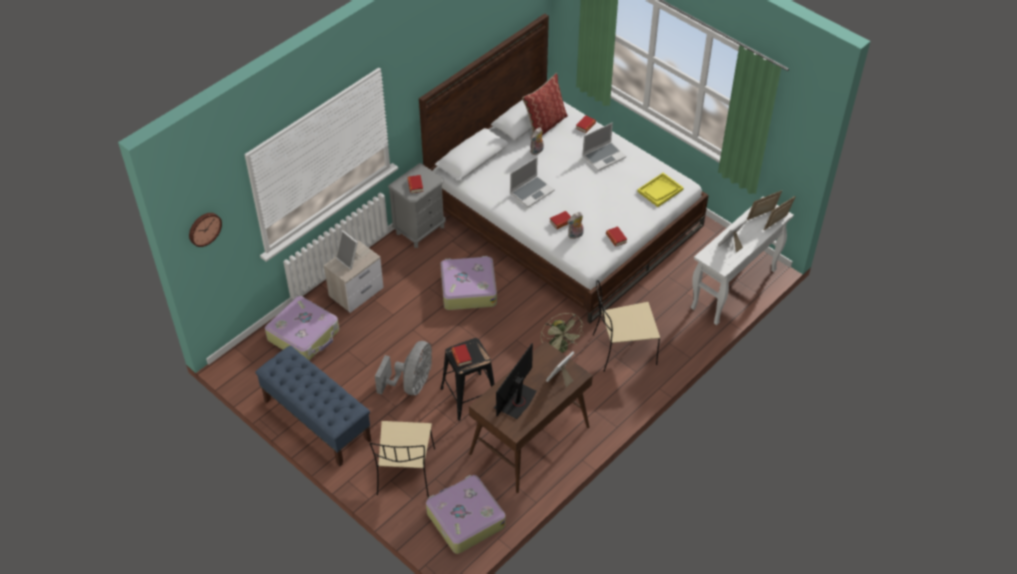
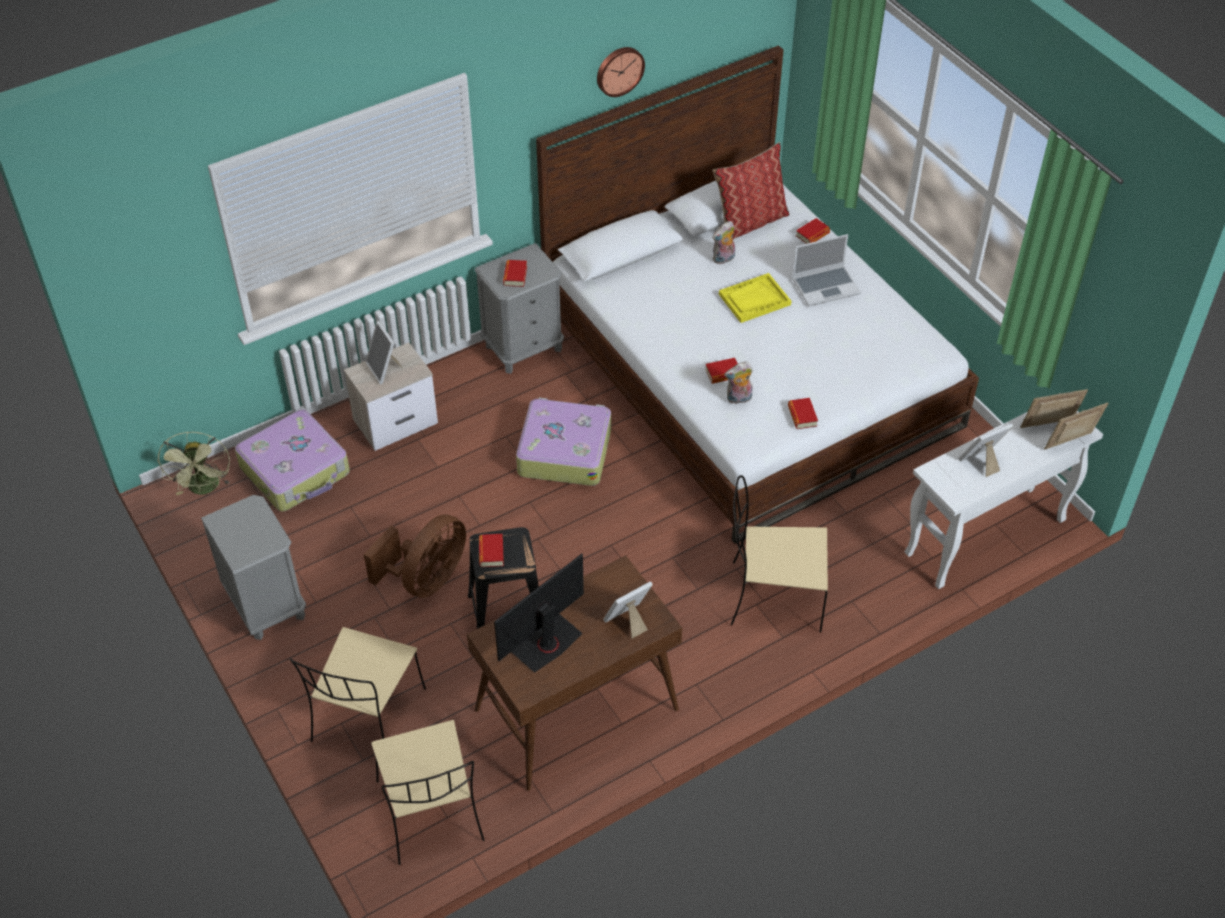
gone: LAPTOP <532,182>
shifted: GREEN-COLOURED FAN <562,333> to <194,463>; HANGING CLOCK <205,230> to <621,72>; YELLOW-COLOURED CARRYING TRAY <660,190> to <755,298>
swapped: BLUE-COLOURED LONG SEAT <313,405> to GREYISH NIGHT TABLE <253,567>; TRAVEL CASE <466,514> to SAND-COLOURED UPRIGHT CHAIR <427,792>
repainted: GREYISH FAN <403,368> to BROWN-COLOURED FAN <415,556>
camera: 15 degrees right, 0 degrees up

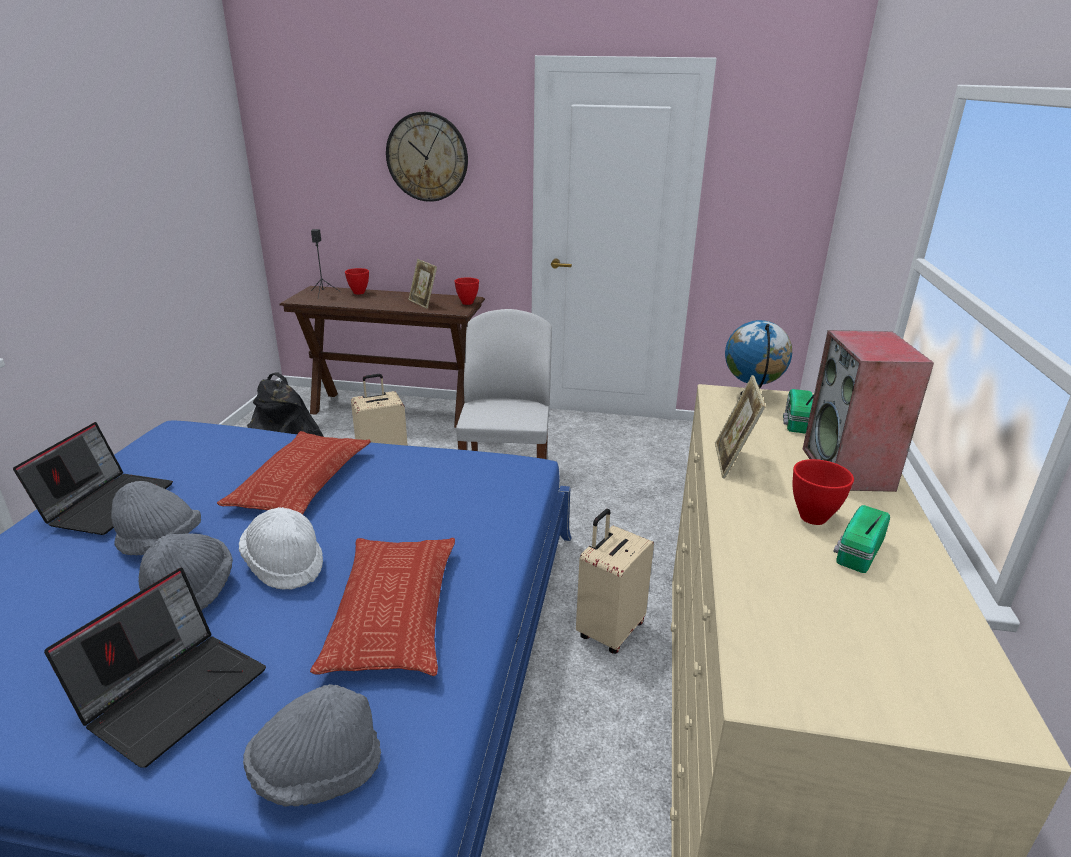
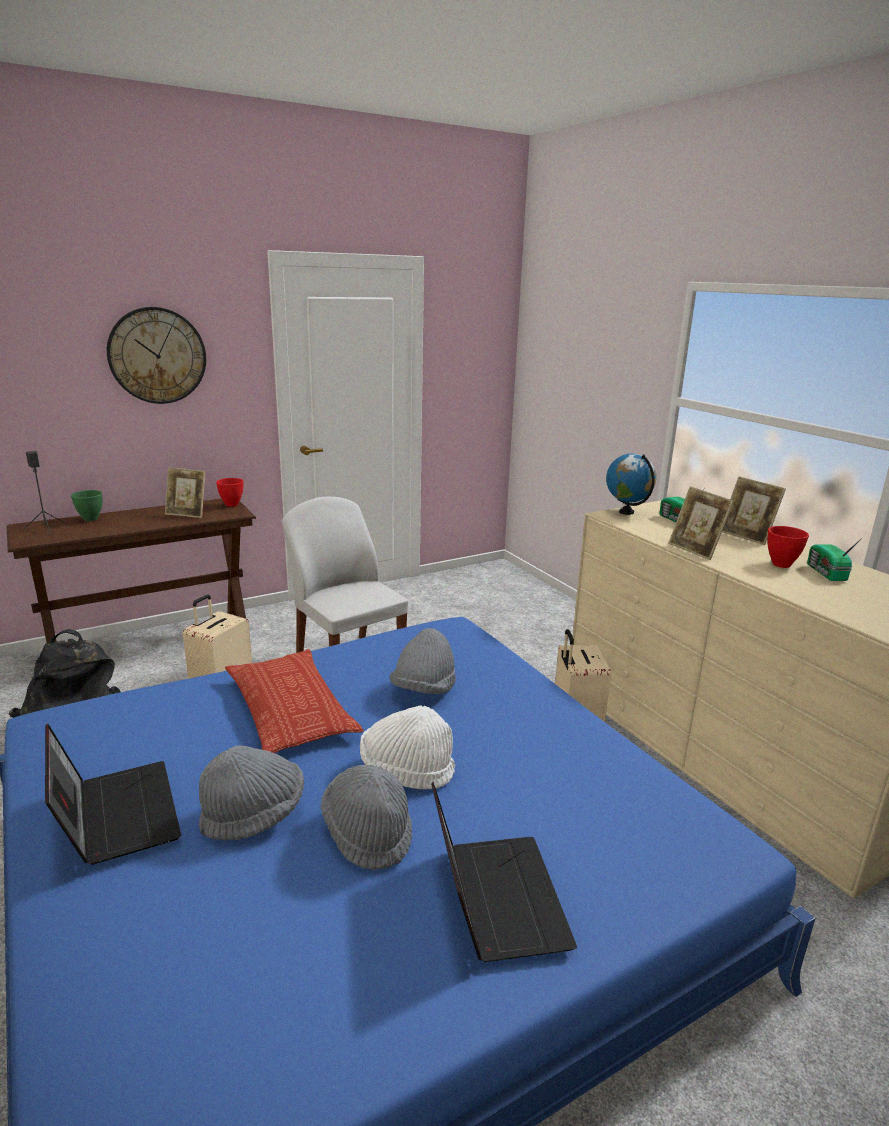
gone: PILLOW <382,607>
shifted: GREYISH HAT <312,745> to <422,661>
swapped: LOUDSPEAKER <868,411> to PHOTO FRAME <754,510>
repainted: REDDISH DEEP DISH <357,281> to GREEN-COLOURED DEEP DISH <86,505>
camera: 40 degrees left, 5 degrees down

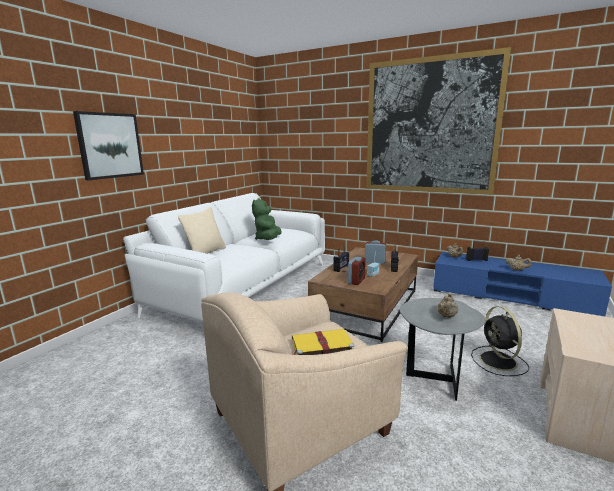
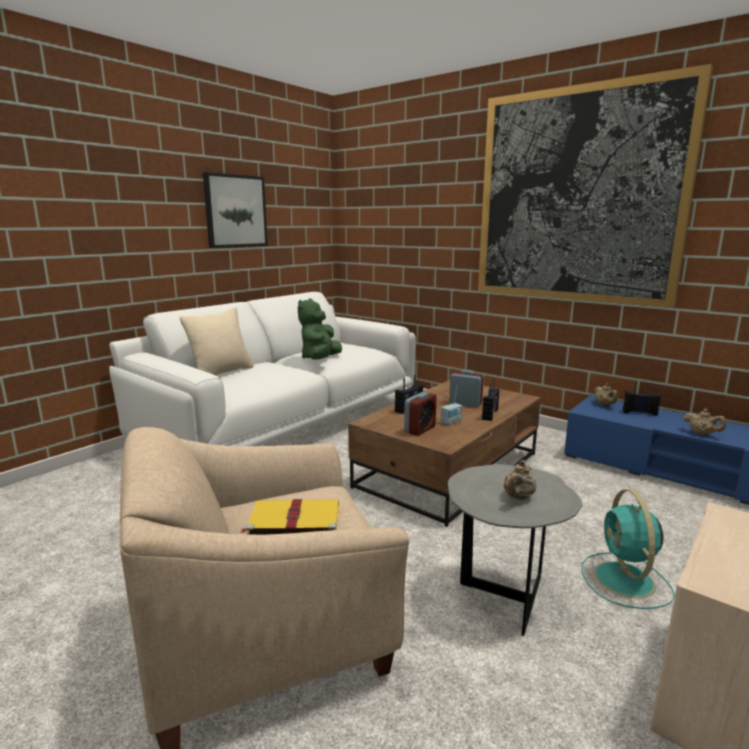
shifted: WALL ART <108,145> to <235,210>
repainted: BLACK-COLOURED FAN <500,341> to TURQUOISE FAN <628,549>
camera: 10 degrees right, 0 degrees up

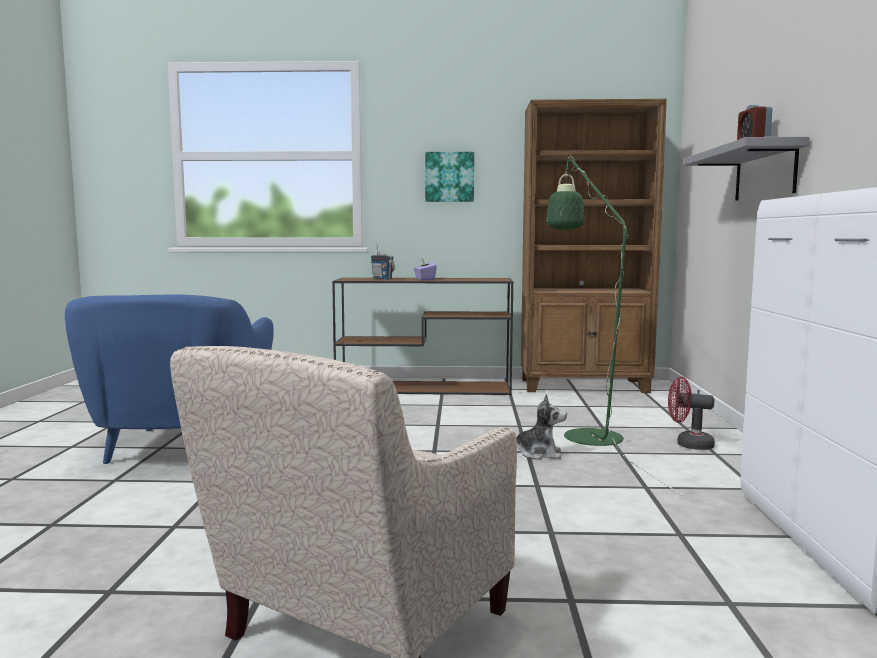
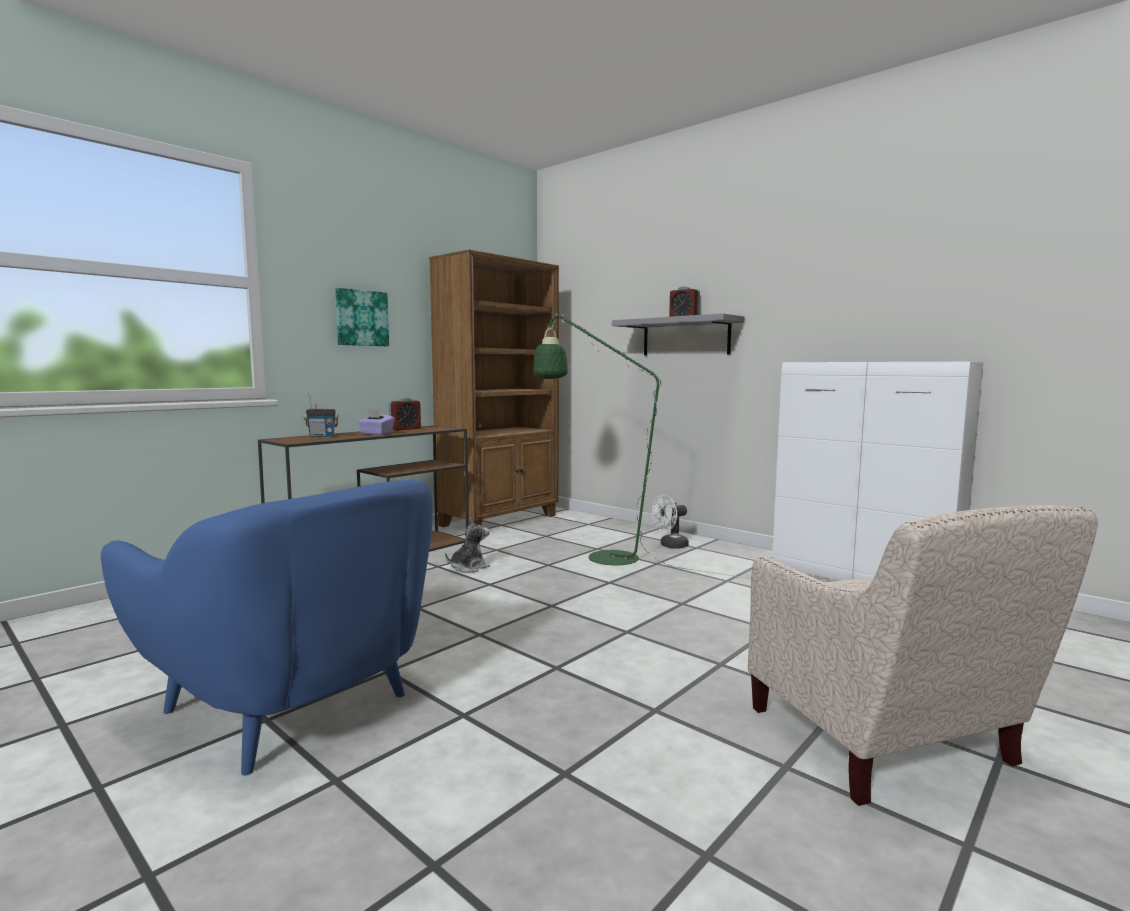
new: BEDSIDE CLOCK <405,414>
shifted: SOFT TOY <541,427> to <467,545>
repainted: REDDISH FAN <691,413> to WHITISH FAN <670,522>
camera: 50 degrees left, 0 degrees up

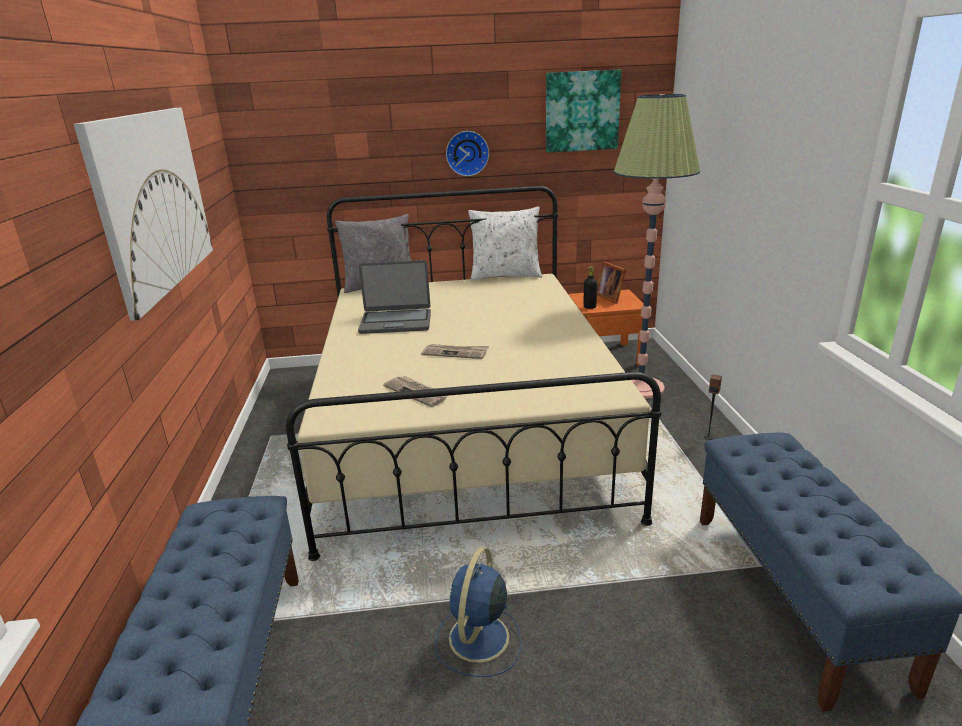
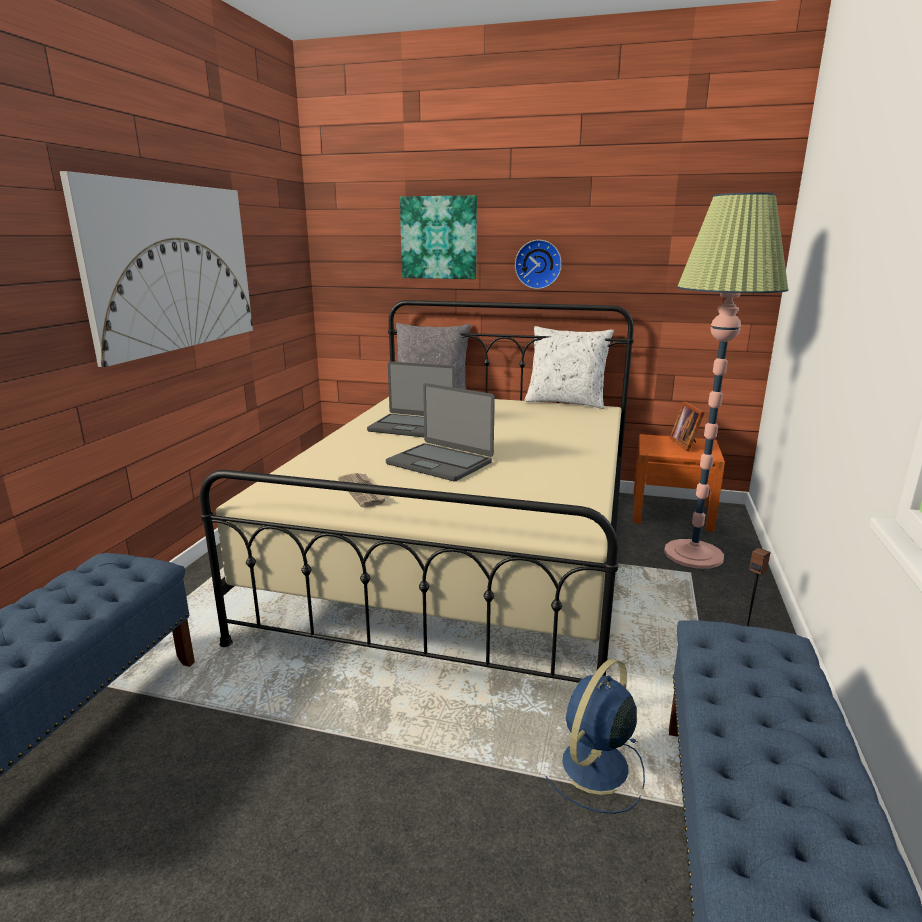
gone: BLACK-COLOURED BEVERAGE BOTTLE <591,287>
shifted: WALL ART <583,111> to <438,237>; BLUE-COLOURED FAN <478,612> to <595,736>
swapped: NEWSPAPER <455,351> to LAPTOP <440,432>
camera: 20 degrees right, 5 degrees down

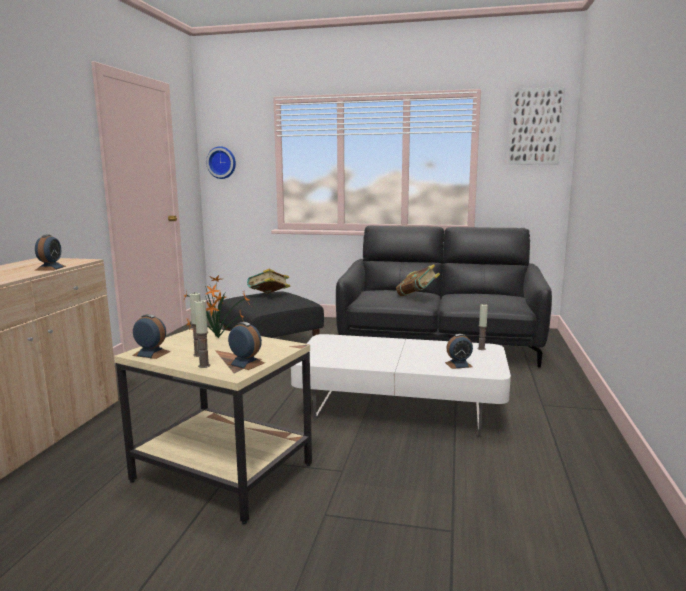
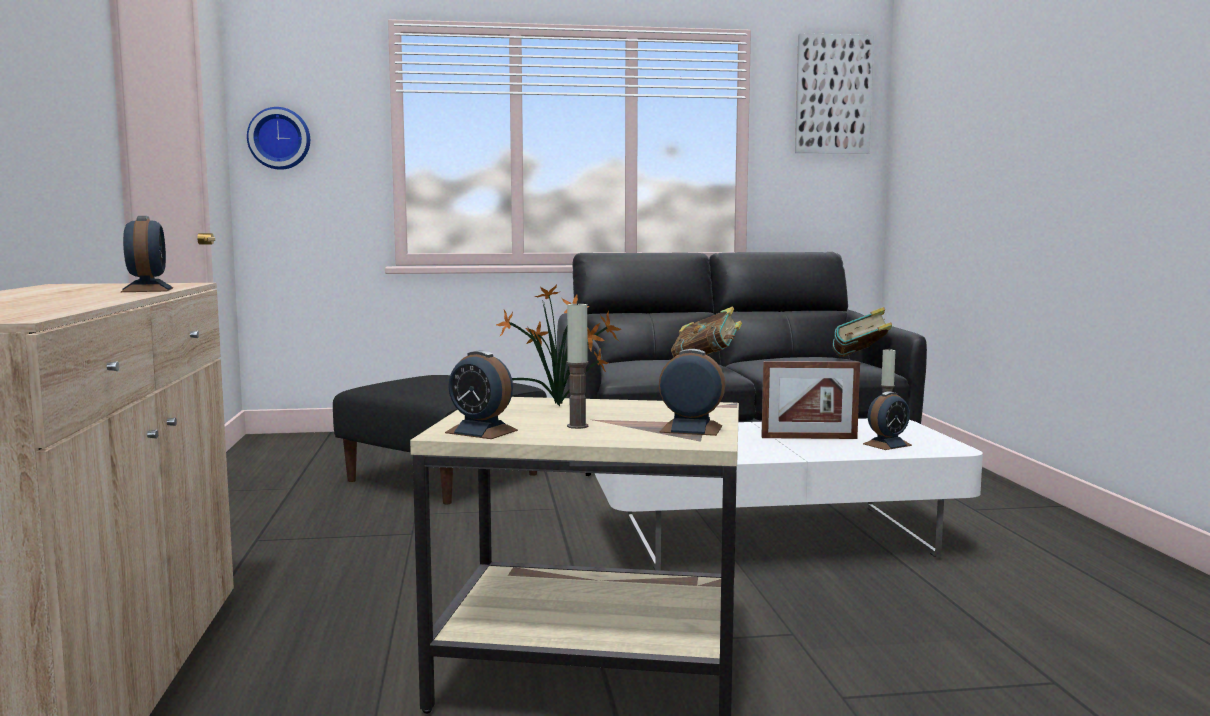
gone: WAX LIGHT <202,333>
new: PHOTO FRAME <810,400>
shifted: BOOK <268,281> to <862,332>
rotated: BEDSIDE CLOCK <151,336> = <481,394> 150 degrees counterclockwise
camera: 20 degrees left, 5 degrees down

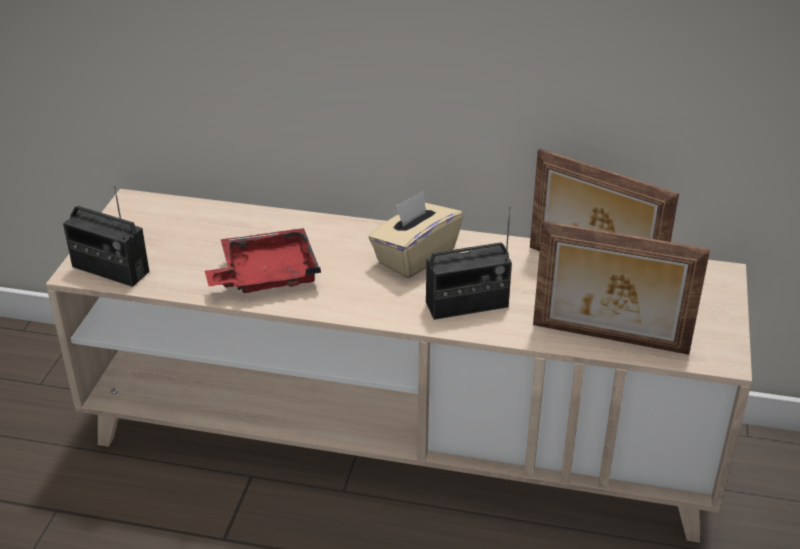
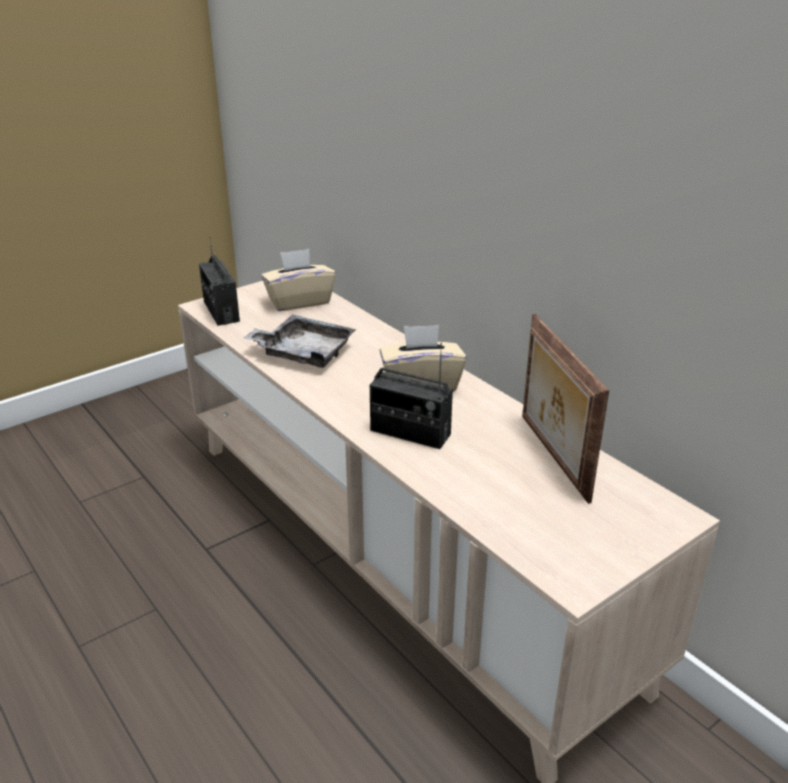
gone: PHOTO FRAME <621,288>
new: SAND-COLOURED BOX OF TISSUES <298,280>
repainted: REDDISH CARRYING TRAY <263,260> to GREYISH CARRYING TRAY <299,341>
camera: 40 degrees right, 5 degrees down

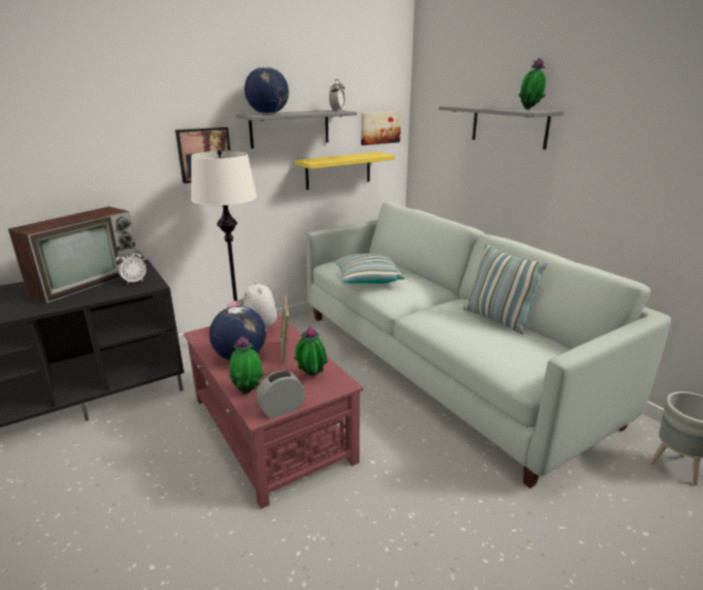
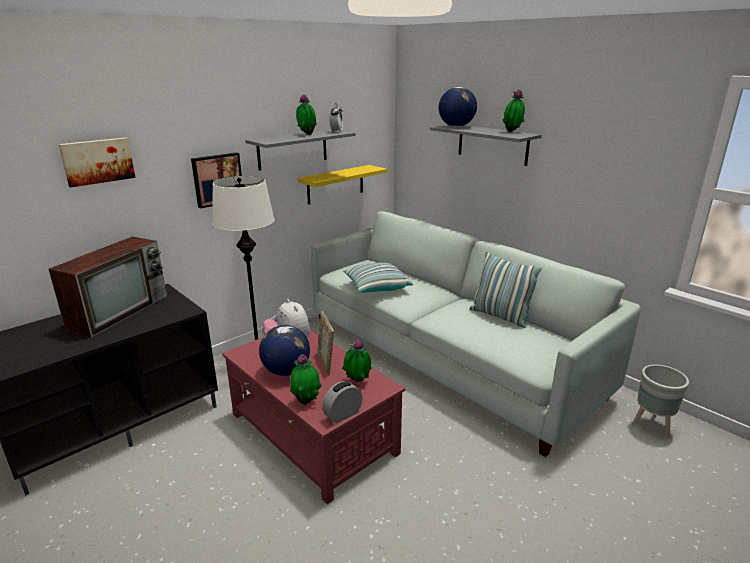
gone: BEDSIDE CLOCK <130,266>
new: HOUSEPLANT <306,114>
shifted: WALL ART <381,128> to <97,162>; DESK GLOBE <266,90> to <458,107>
camera: 10 degrees left, 0 degrees up

